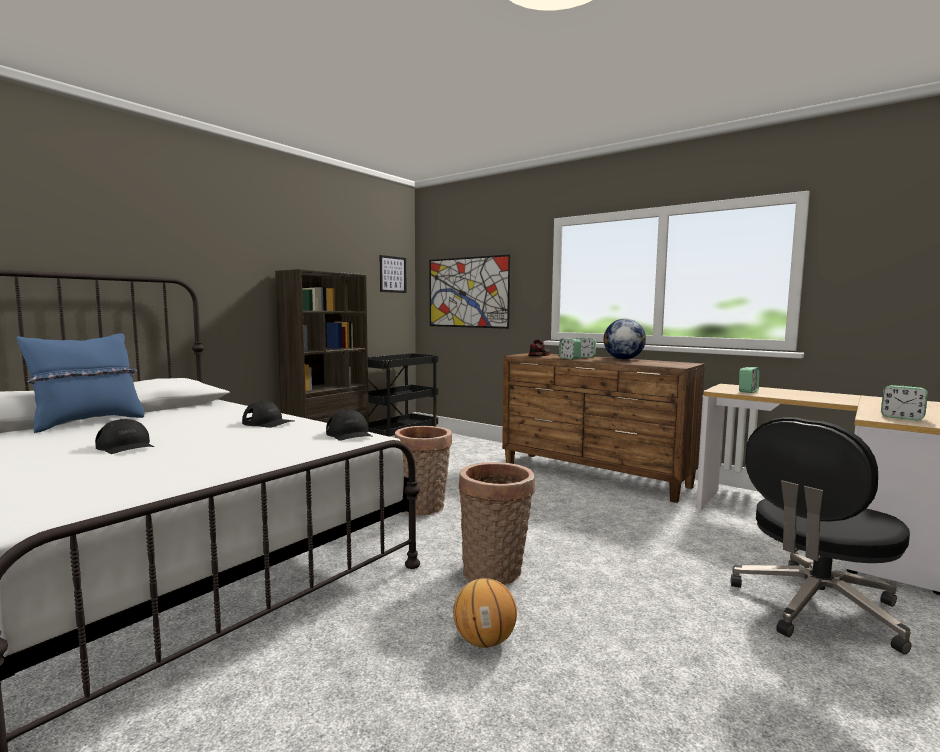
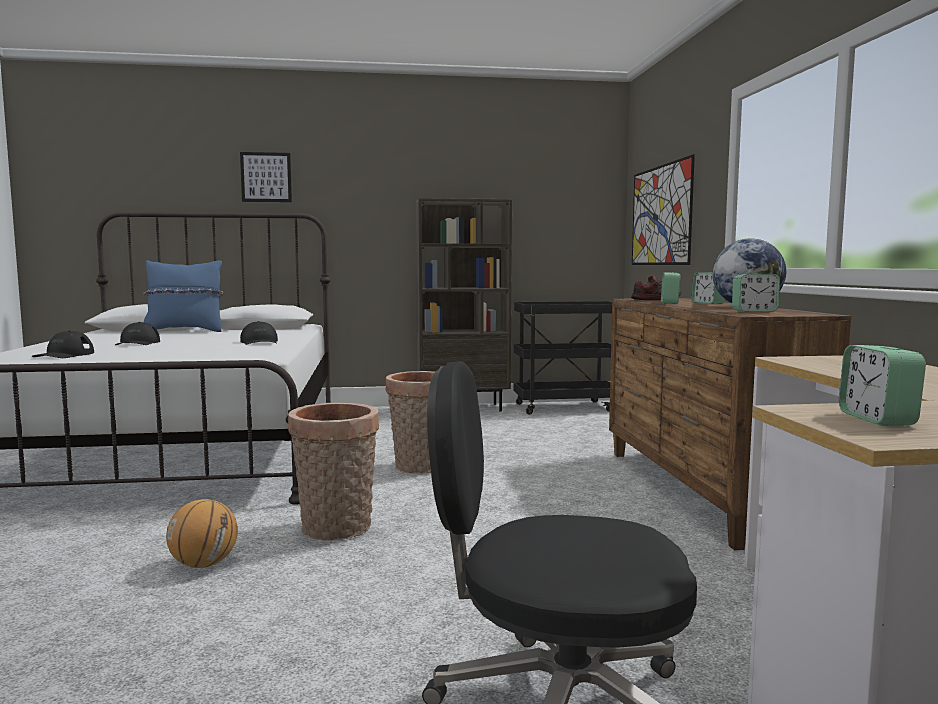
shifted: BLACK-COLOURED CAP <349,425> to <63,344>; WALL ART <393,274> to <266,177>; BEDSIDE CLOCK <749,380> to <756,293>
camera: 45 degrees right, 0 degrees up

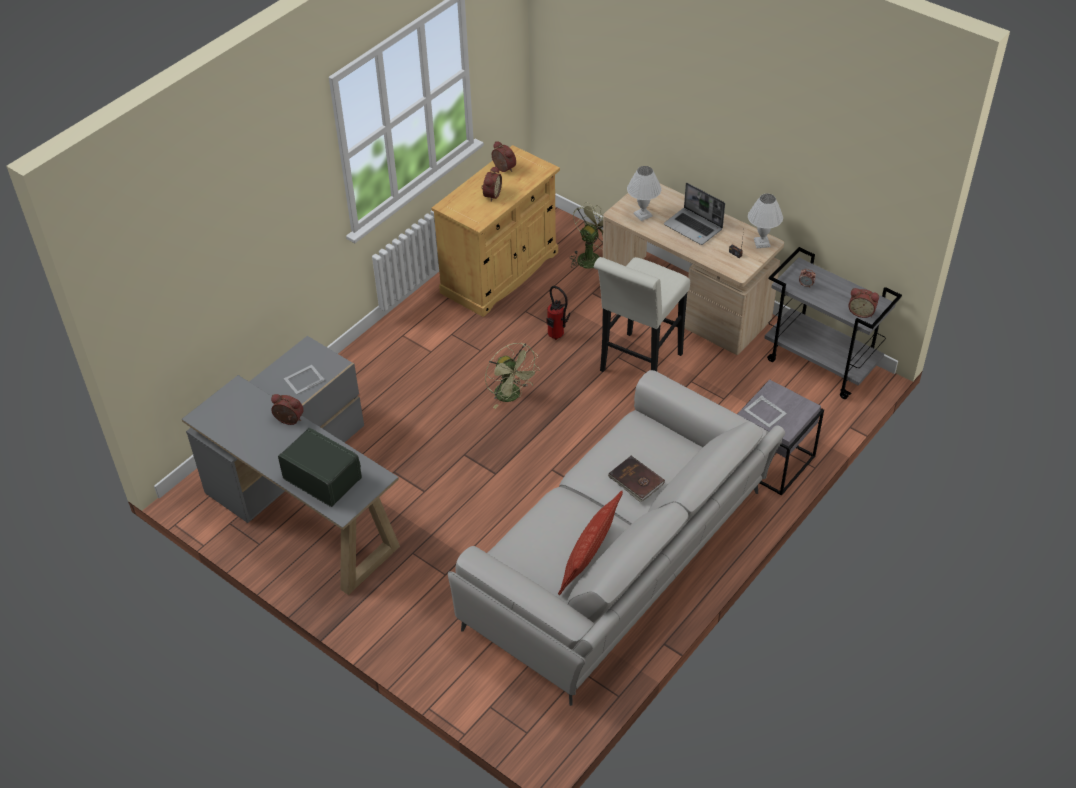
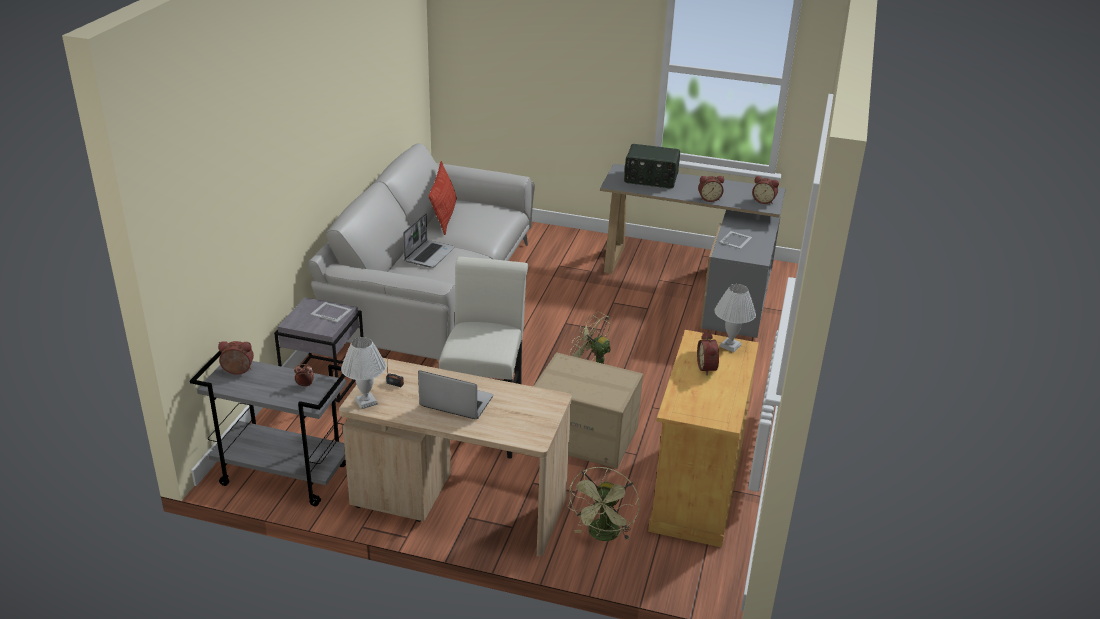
shifted: WHITISH LAMP FOR A TABLE <644,193> to <735,318>; BEDSIDE CLOCK <504,156> to <765,190>
swapped: BROWN-COLOURED BOOK <636,479> to LAPTOP <429,240>; FIRE-FIGHTING CYLINDER <558,313> to PACKING BOX <588,410>
camera: 155 degrees right, 15 degrees down

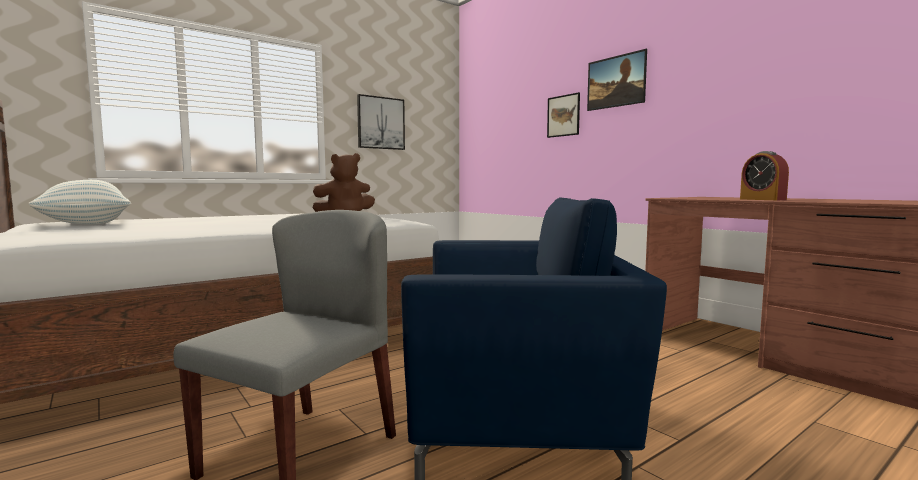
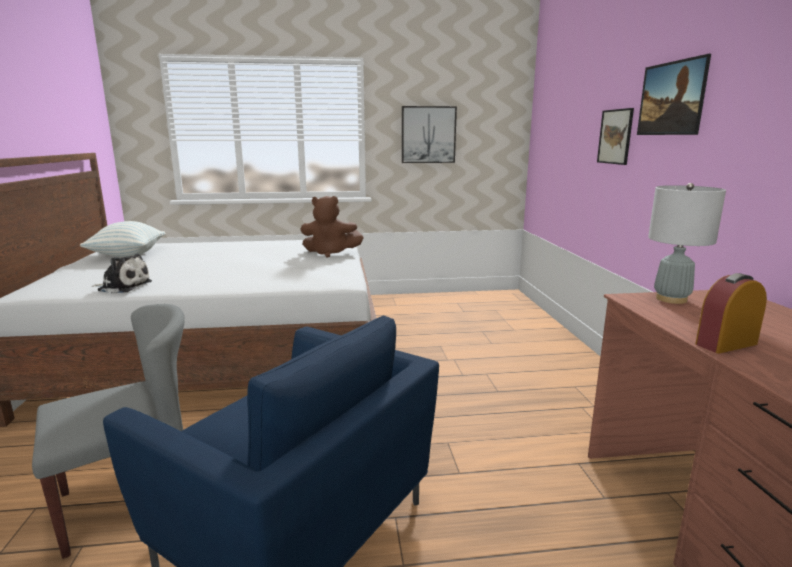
new: SOFT TOY <122,273>; GREYISH LAMP FOR A TABLE <687,243>
rotated: BEDSIDE CLOCK <764,175> = <731,313> 60 degrees clockwise
camera: 30 degrees right, 10 degrees up

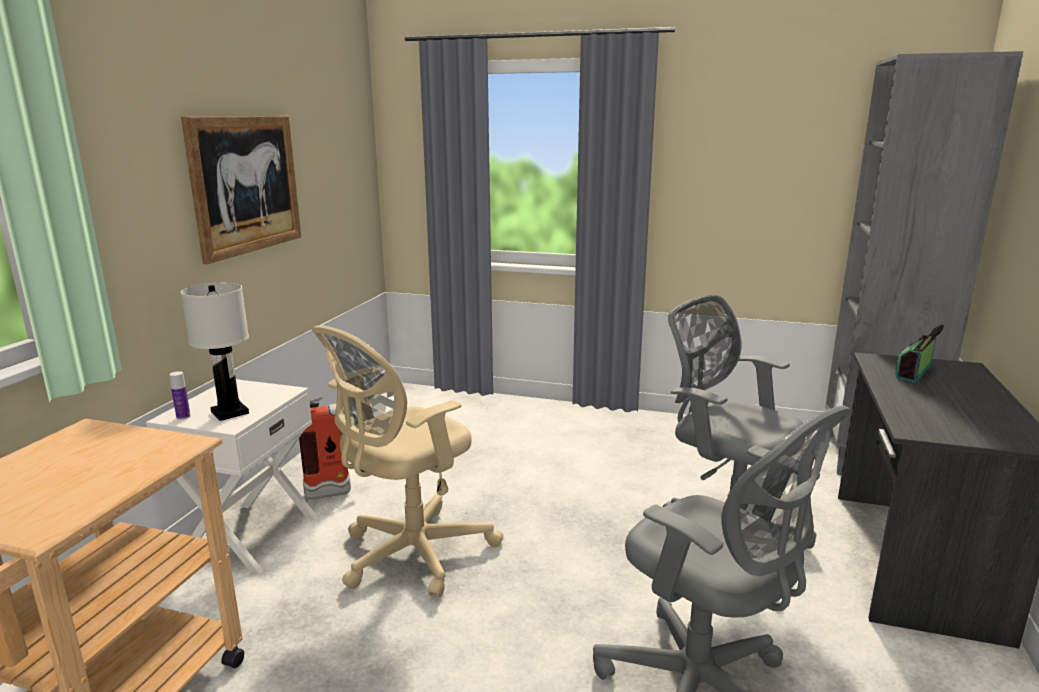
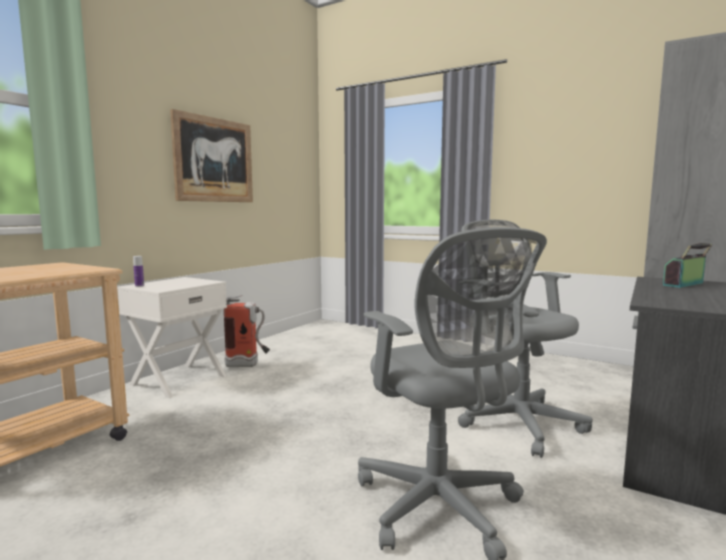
gone: WHITISH LAMP FOR A TABLE <215,352>; SAND-COLOURED DESK CHAIR <407,461>
camera: 15 degrees right, 10 degrees down

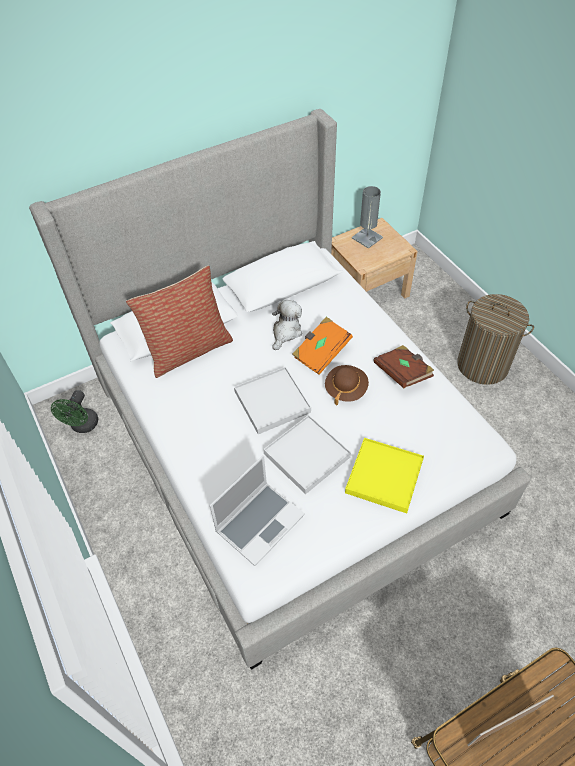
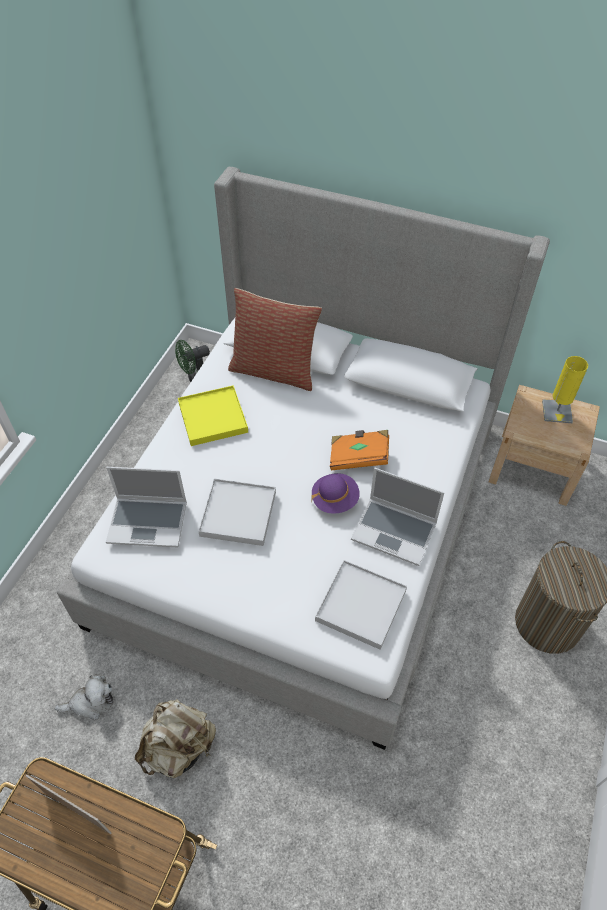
new: SAND-COLOURED RUCKSACK <175,738>
shifted: SOFT TOY <287,325> to <83,697>; YELLOW-COLOURED CARRYING TRAY <384,475> to <213,416>; WHITISH CARRYING TRAY <272,400> to <361,605>
swapped: BROWN-COLOURED BOOK <404,366> to LAPTOP <397,517>
repainted: BROWN-COLOURED HAT <347,385> to PURPLISH HAT <335,493>; GREYISH LAMP FOR A TABLE <367,217> to YELLOW-COLOURED LAMP FOR A TABLE <565,389>
camera: 50 degrees right, 0 degrees up

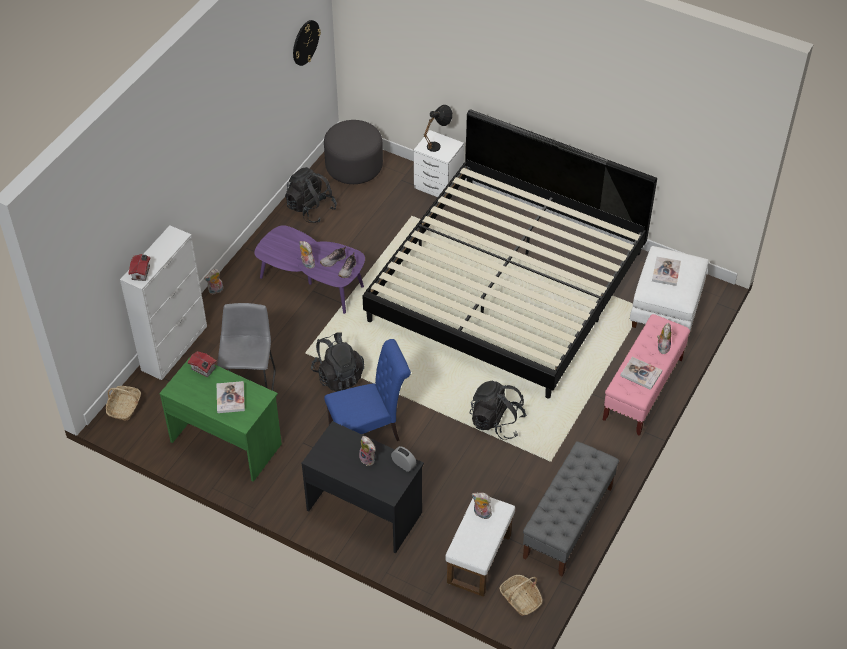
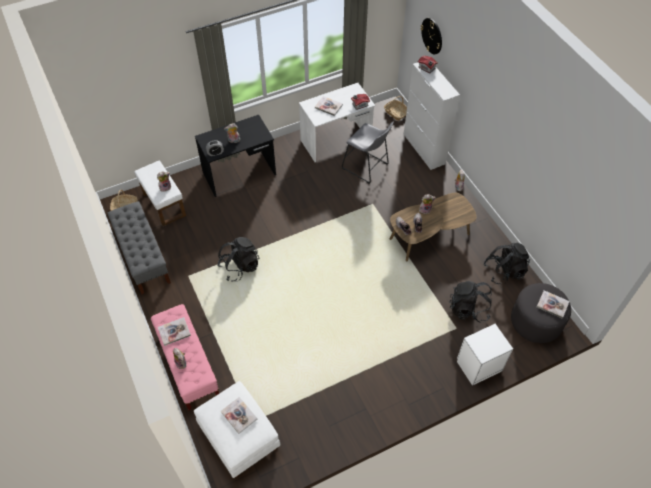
gone: BLUE-COLOURED UPRIGHT CHAIR <367,390>; BED <509,253>; BLACK-COLOURED LAMP FOR A TABLE <438,128>
new: BOOK <553,304>
shifted: HANGING CLOCK <307,43> to <431,36>; BLACK-COLOURED RUCKSACK <337,362> to <470,302>
repainted: GREEN-COLOURED DESK <220,418> to WHITISH DESK <337,122>; PURPLISH COFFEE TABLE <309,269> to BROWN-COLOURED COFFEE TABLE <433,227>
camera: 125 degrees right, 5 degrees up

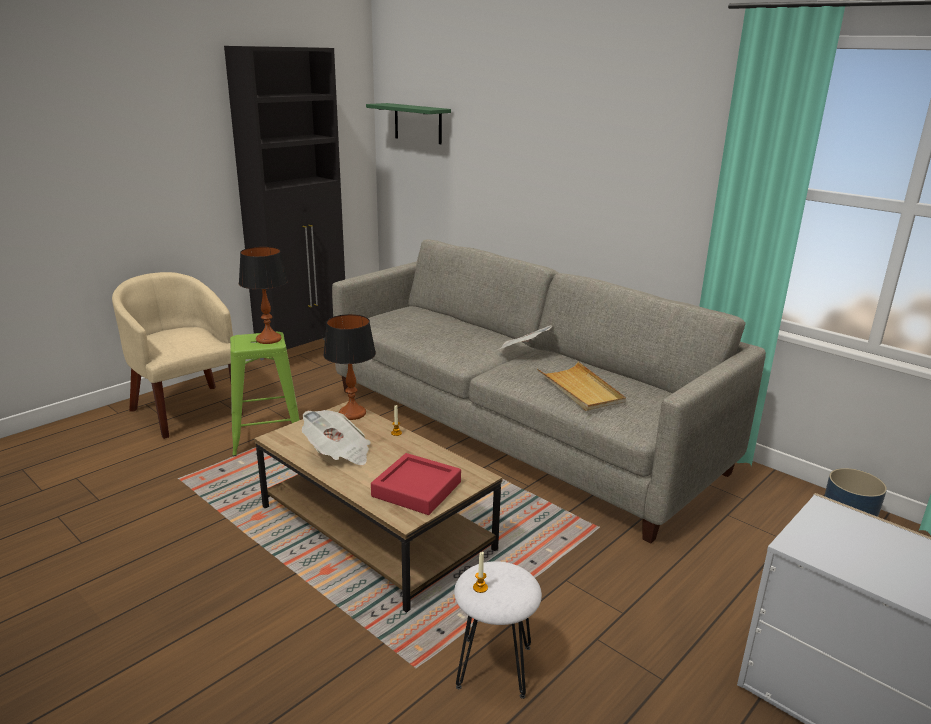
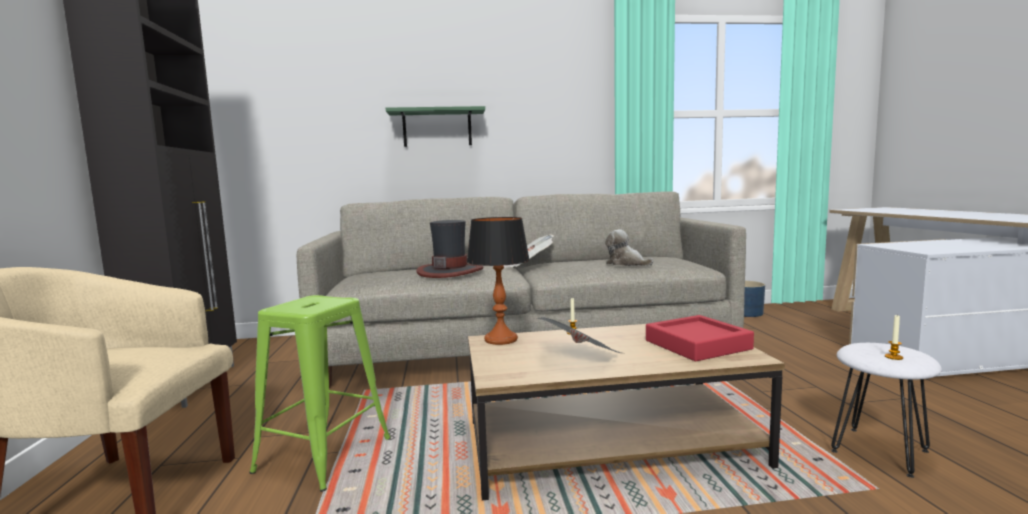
gone: LAMP FOR A TABLE <263,295>
new: HAT <449,249>
shifted: GREEN-COLOURED WALL SHELF <408,123> to <435,126>
swapped: SAND-COLOURED CARRYING TRAY <581,386> to SOFT TOY <629,247>
camera: 50 degrees left, 15 degrees down

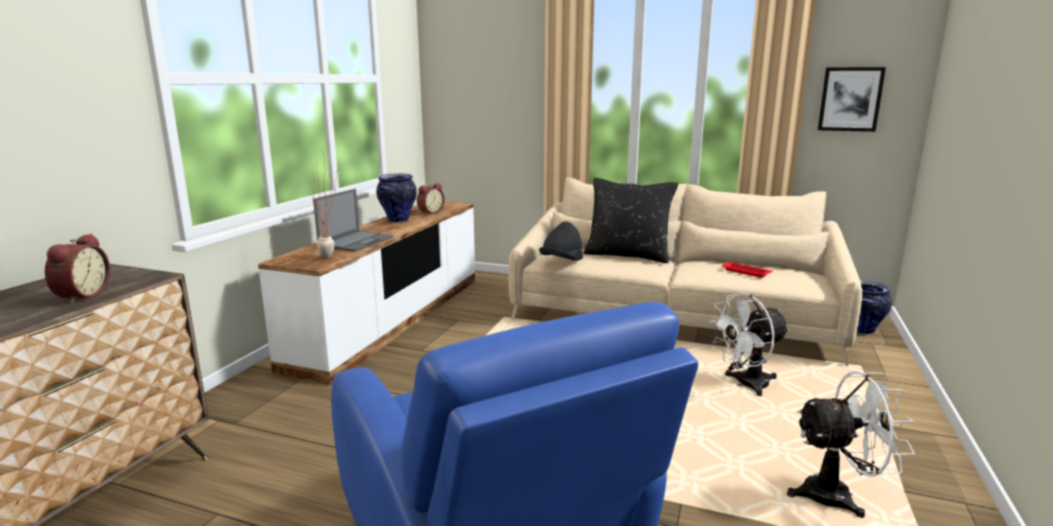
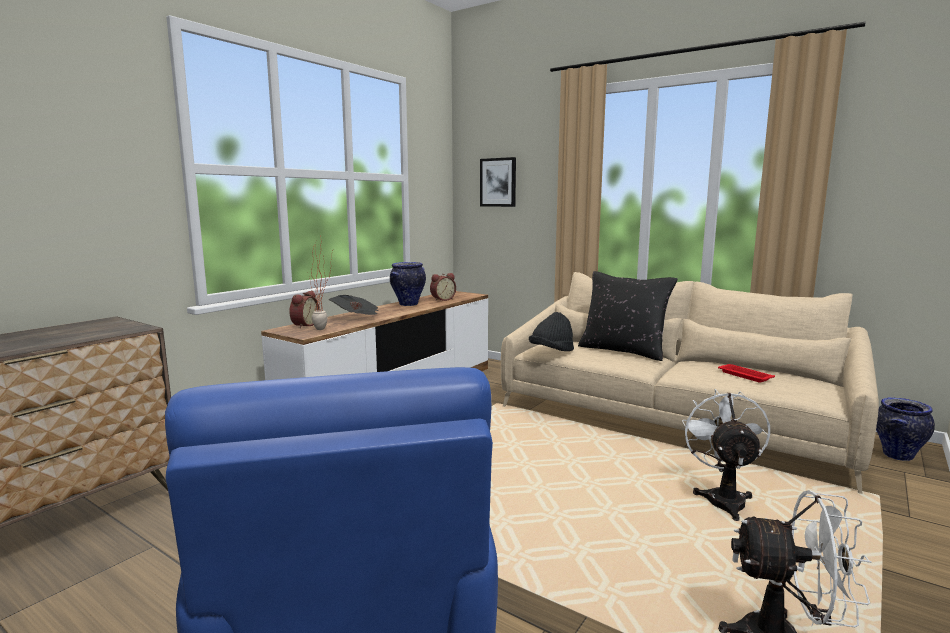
shifted: BEDSIDE CLOCK <77,269> to <304,309>; WALL ART <852,99> to <498,182>
swapped: LAPTOP <353,220> to NEWSPAPER <354,305>
rotated: WHITISH FAN <749,344> = <726,455> 105 degrees clockwise
camera: 15 degrees right, 5 degrees down

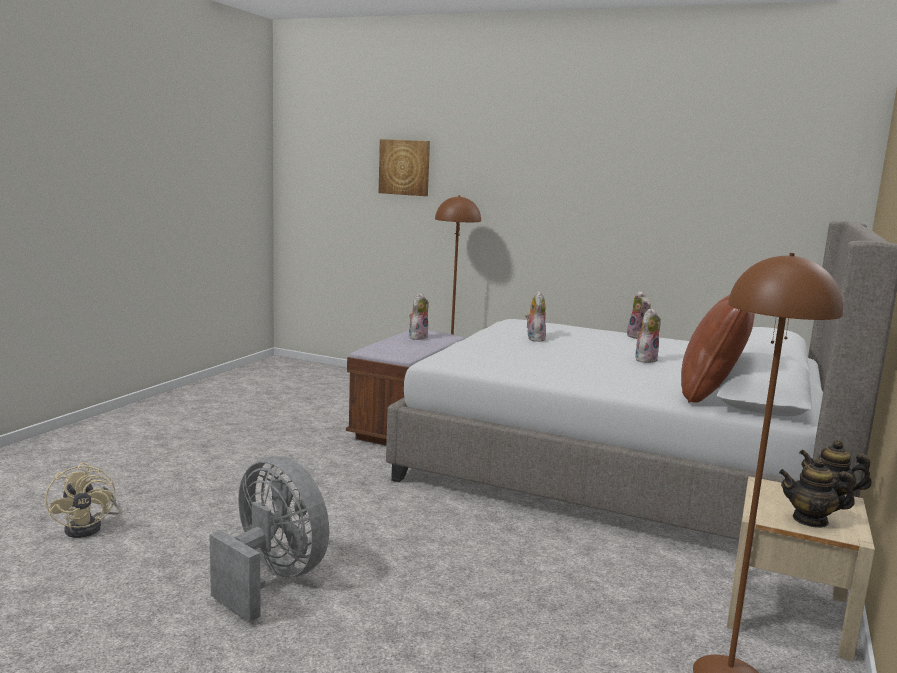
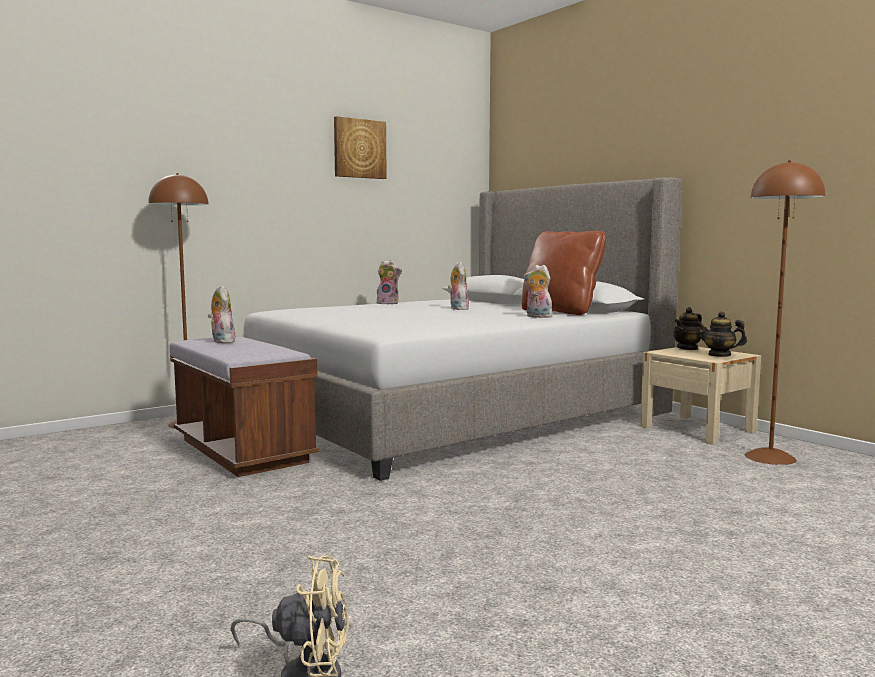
gone: GREYISH FAN <269,539>
shifted: WALL ART <404,167> to <360,147>; SOFT TOY <535,316> to <538,291>
rotated: TEA POT <817,493> = <722,334> 75 degrees clockwise
camera: 60 degrees left, 5 degrees down

